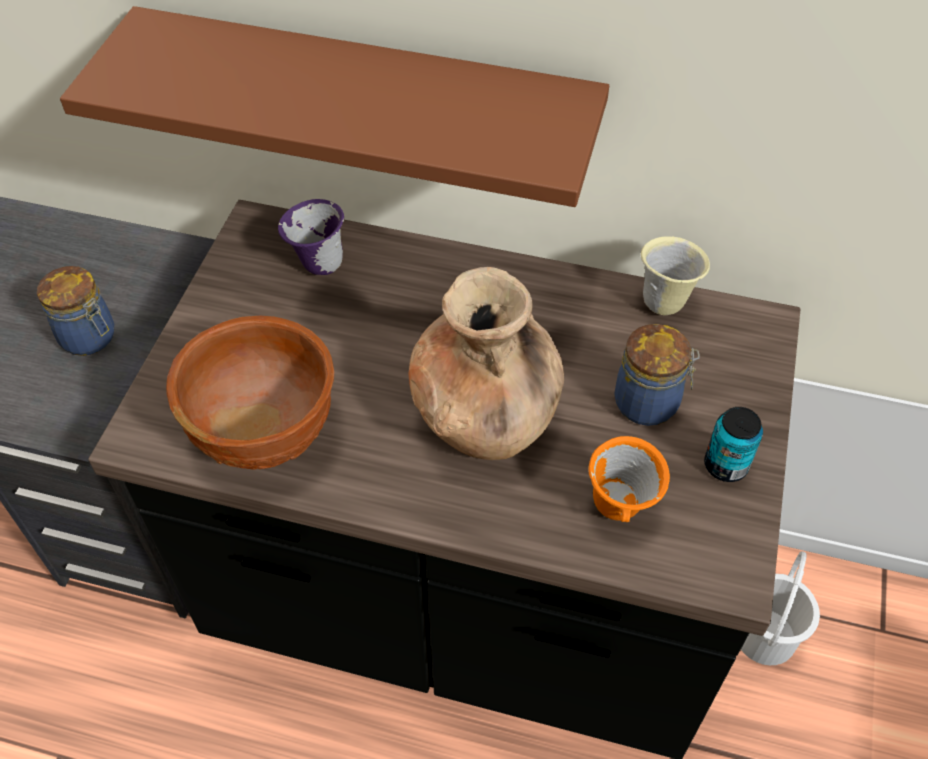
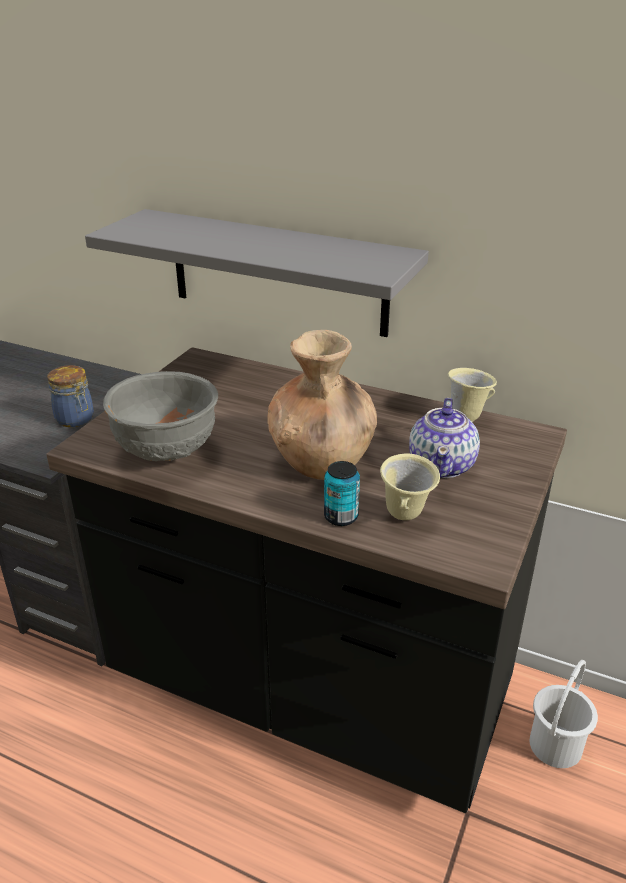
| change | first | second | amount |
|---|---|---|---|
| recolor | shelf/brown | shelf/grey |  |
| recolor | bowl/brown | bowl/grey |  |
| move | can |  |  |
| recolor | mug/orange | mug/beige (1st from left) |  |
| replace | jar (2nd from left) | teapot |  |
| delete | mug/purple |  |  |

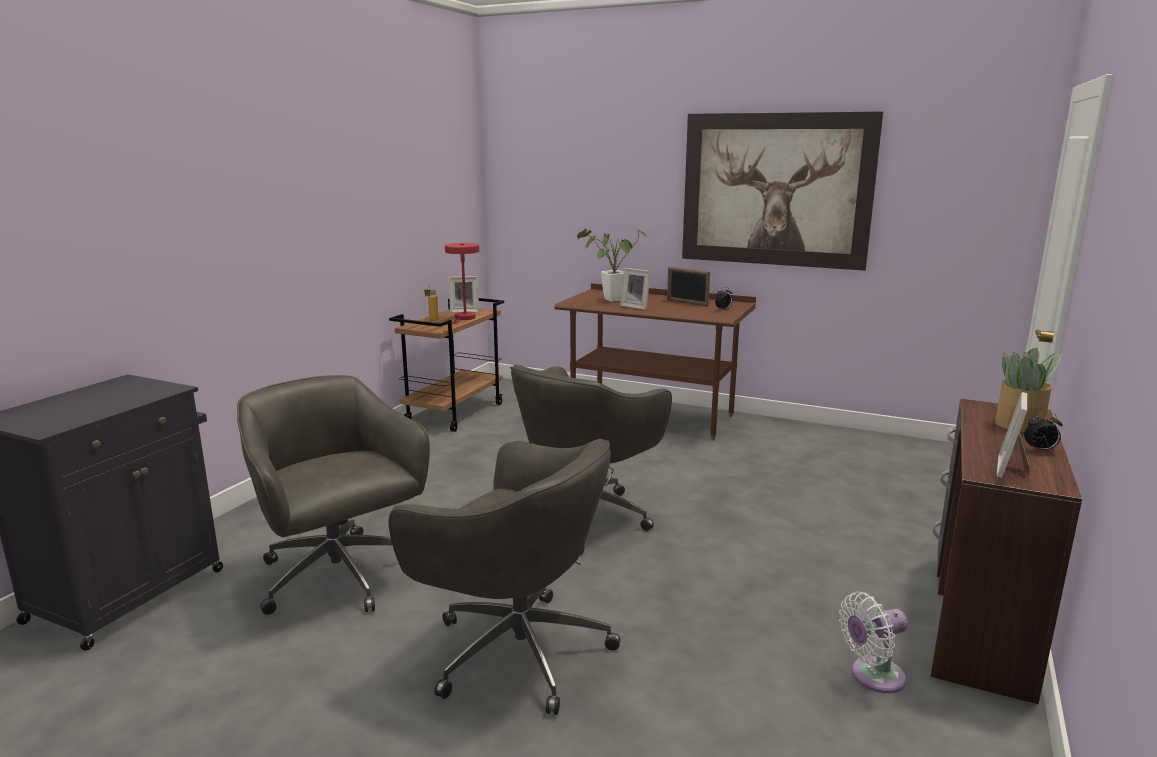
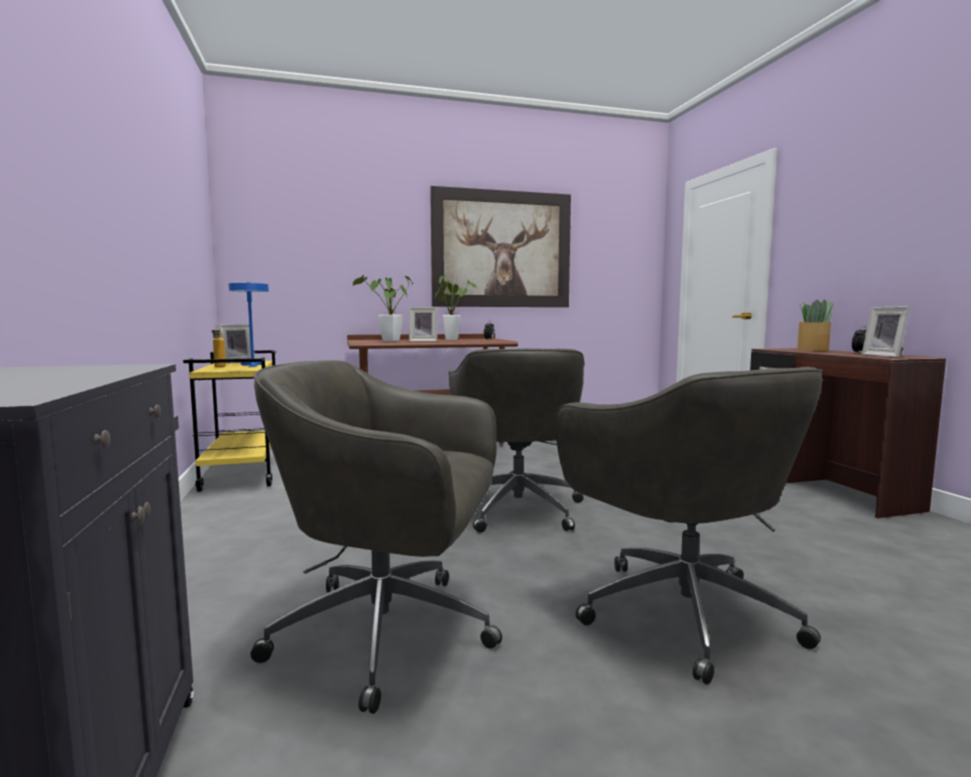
| change | first | second | amount |
|---|---|---|---|
| recolor | cart/brown | cart/yellow |  |
| recolor | table lamp/red | table lamp/blue |  |
| replace | picture frame (3rd from left) | potted plant (2nd from left) |  |
| rotate | office chair/grey (2nd from left in the first image) | office chair/grey (3rd from left) | 75 degrees clockwise |
| delete | fan/white |  |  |

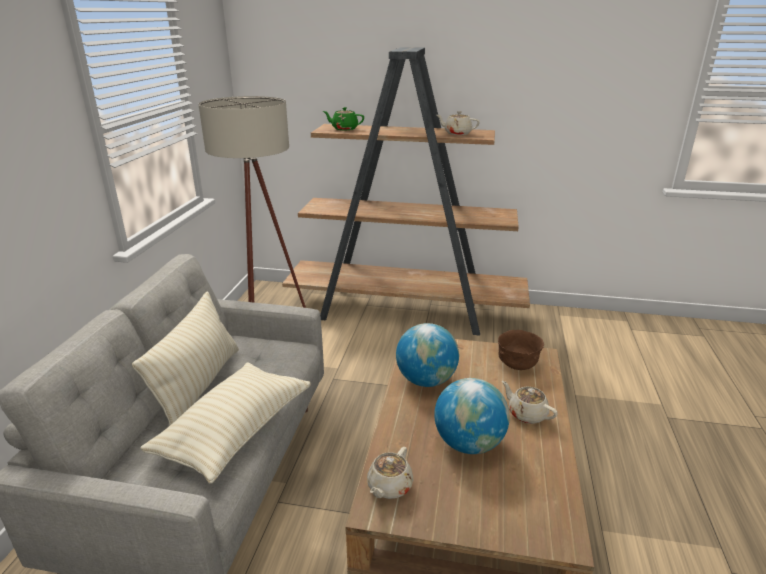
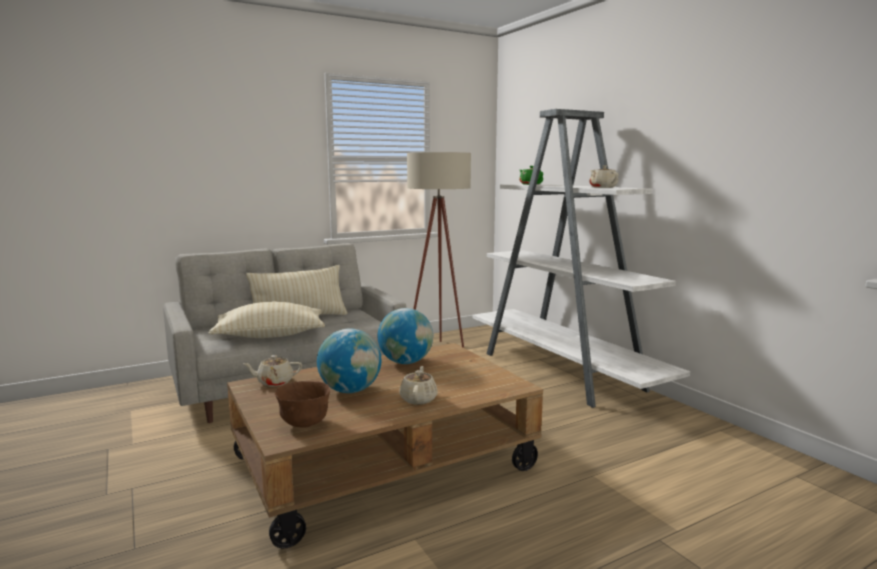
| change | first | second | amount |
|---|---|---|---|
| move | bowl/brown |  |  |
| recolor | bookcase/brown | bookcase/white |  |

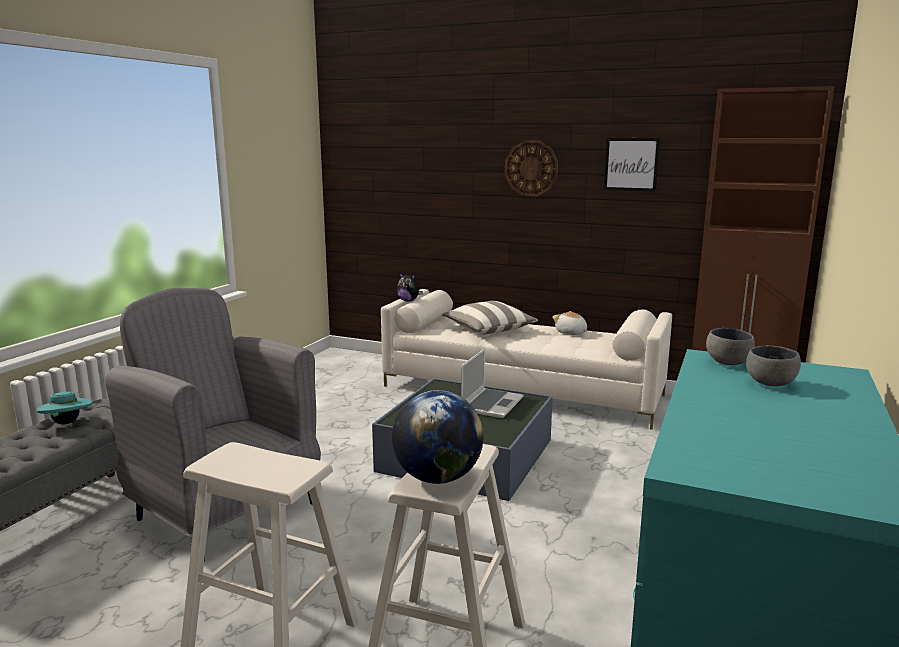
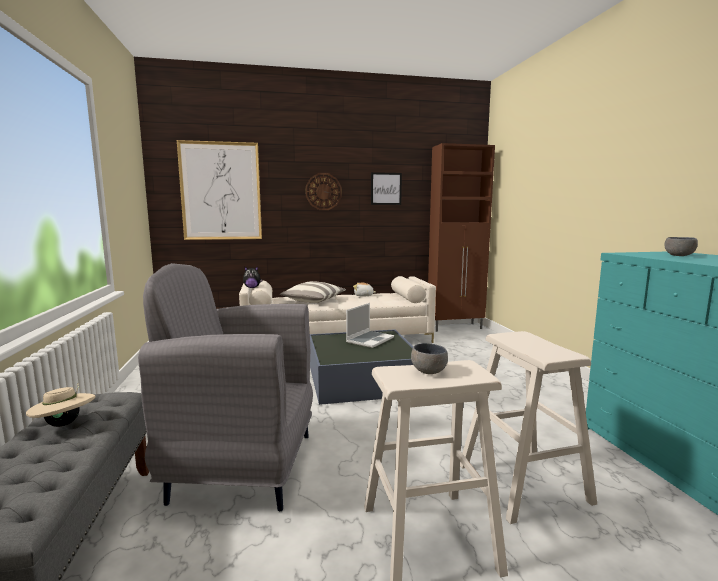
| change | first | second | amount |
|---|---|---|---|
| recolor | hat/turquoise | hat/beige |  |
| insert |  | picture (1st from left) |  |
| rotate | laptop |  | 45 degrees clockwise |
| move | bowl/grey (1st from left) |  |  |
| delete | globe |  |  |

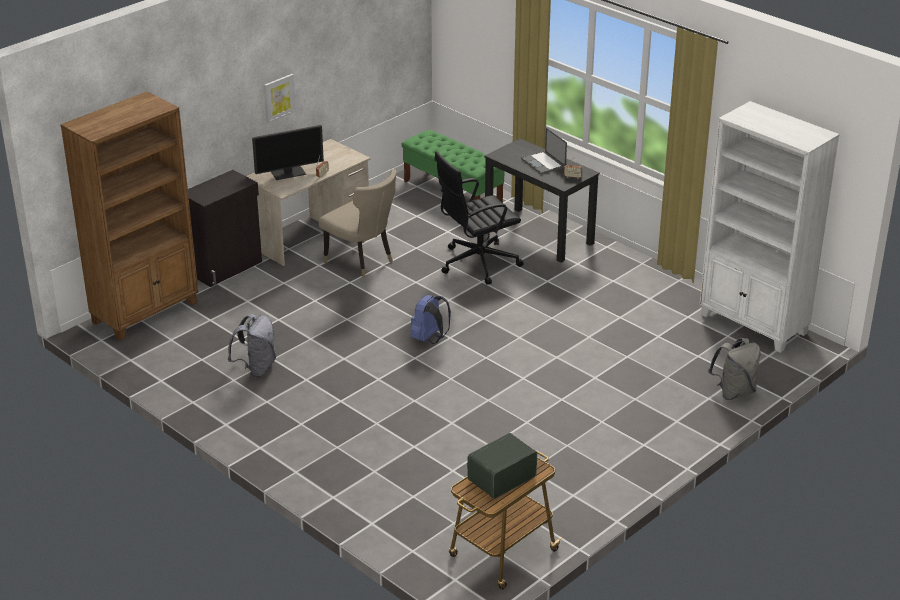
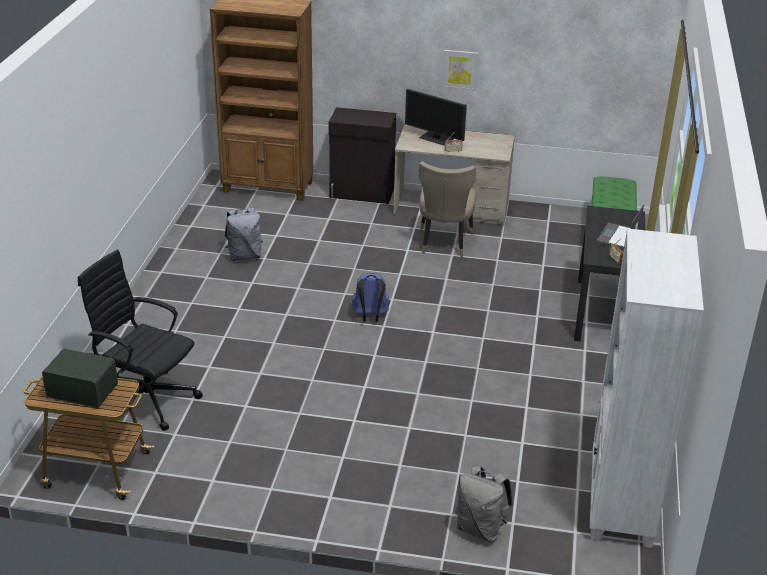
| change | first | second | amount |
|---|---|---|---|
| move | office chair/black |  |  |

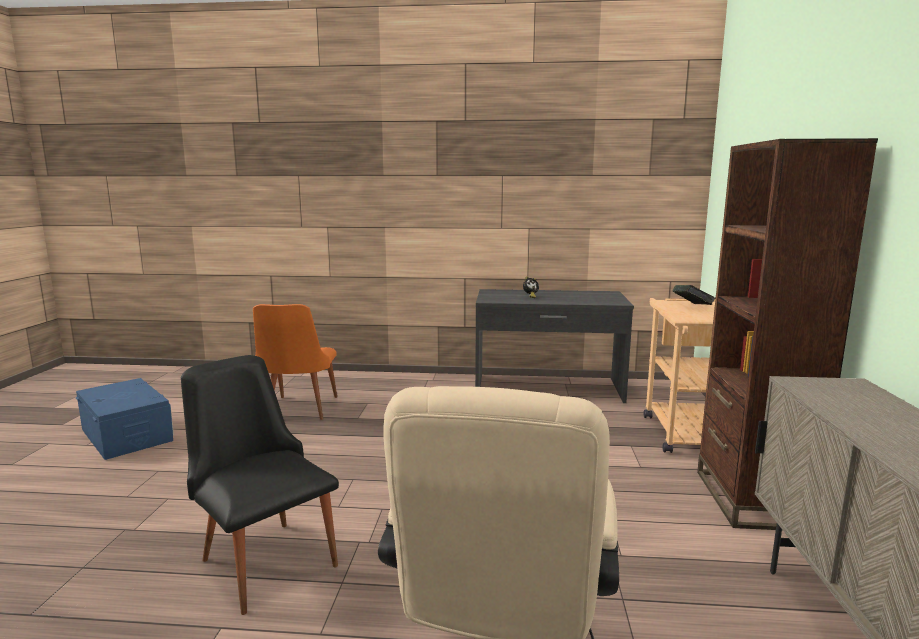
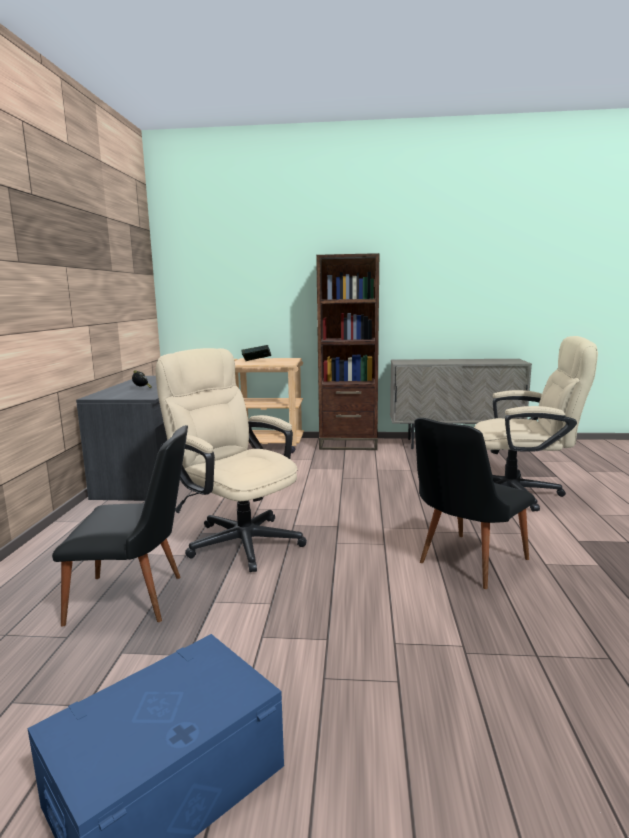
| change | first | second | amount |
|---|---|---|---|
| recolor | chair/orange | chair/black (1st from left) |  |
| insert |  | office chair/beige (1st from left) |  |

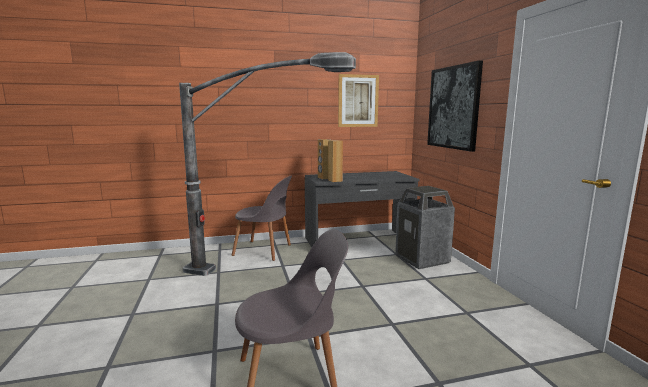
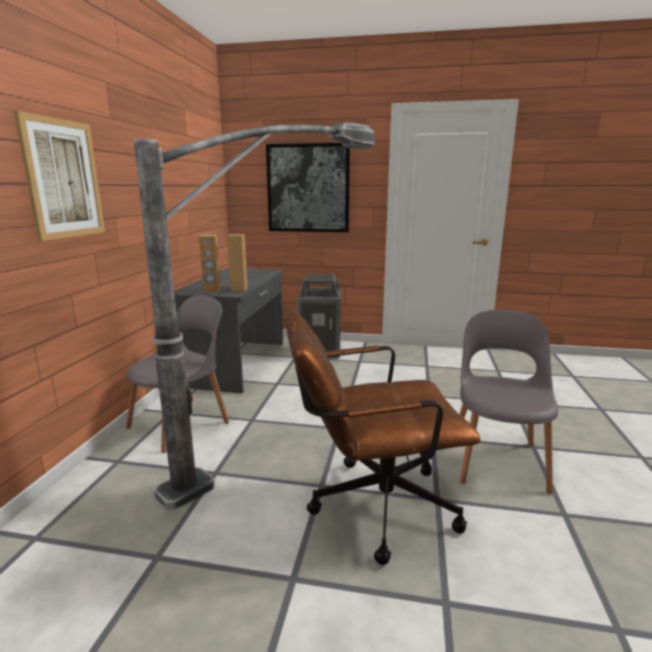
| change | first | second | amount |
|---|---|---|---|
| move | picture (1st from left) |  |  |
| insert |  | office chair/brown |  |

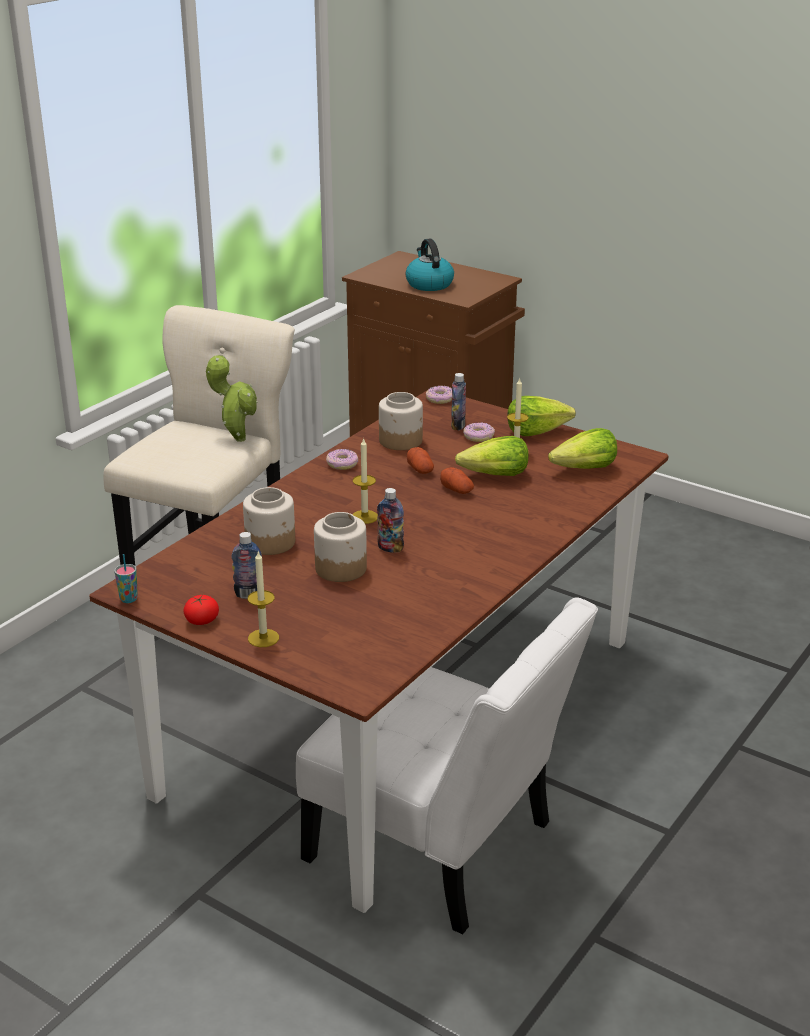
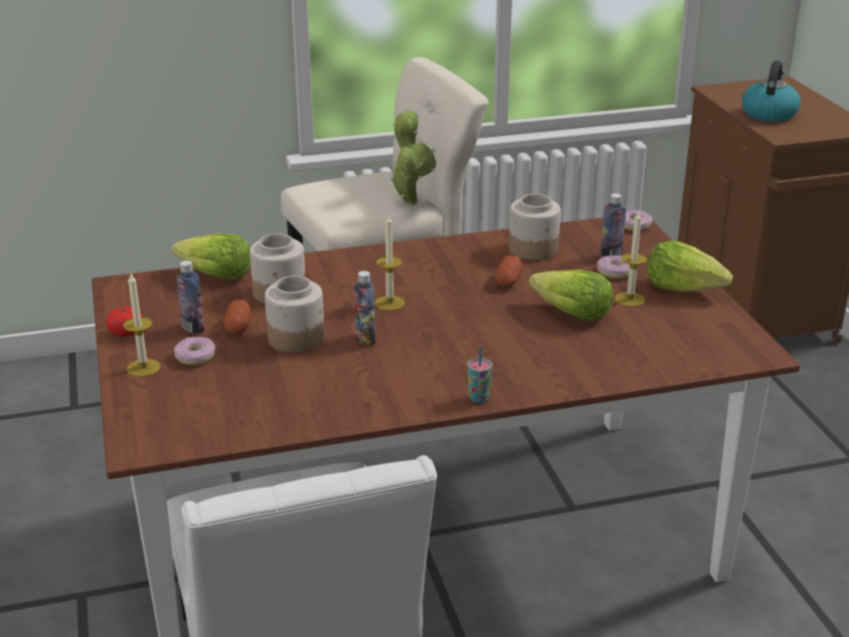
| change | first | second | amount |
|---|---|---|---|
| move | lettuce (3rd from left in the first image) | lettuce (1st from left) |  |
| move | donut (1st from left) |  |  |
| move | potato (2nd from left in the first image) | potato (1st from left) |  |
| move | cup |  |  |

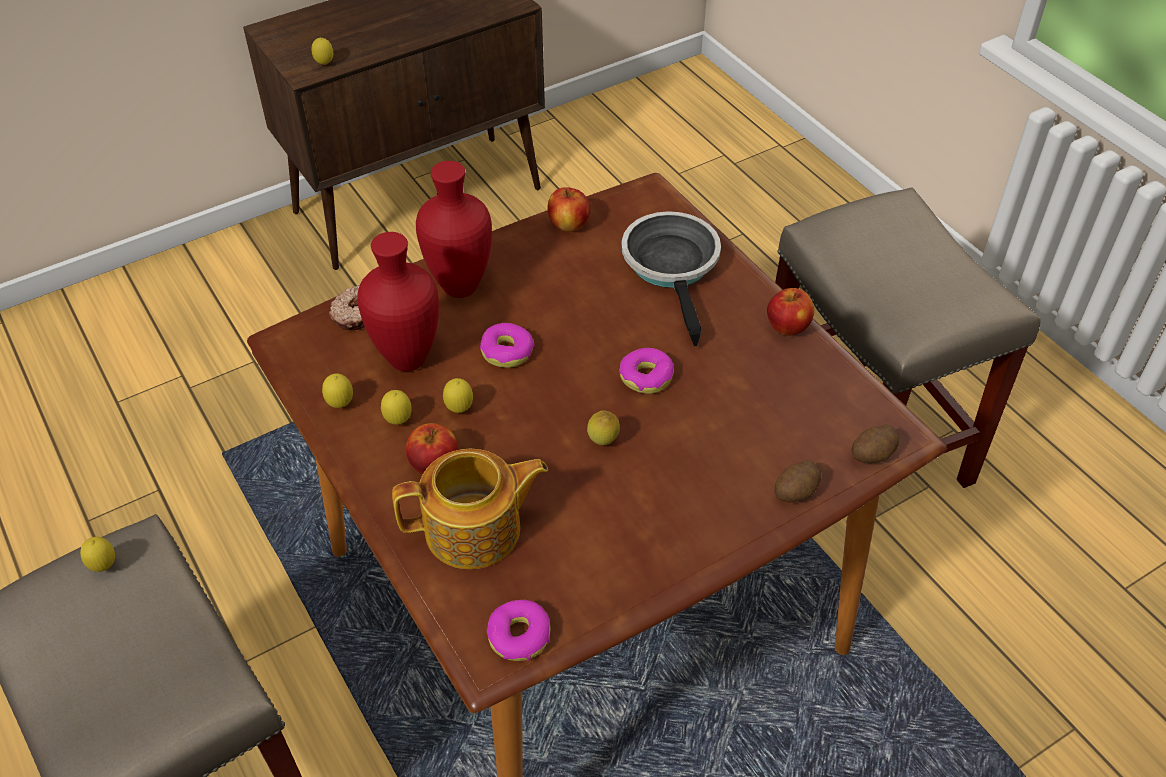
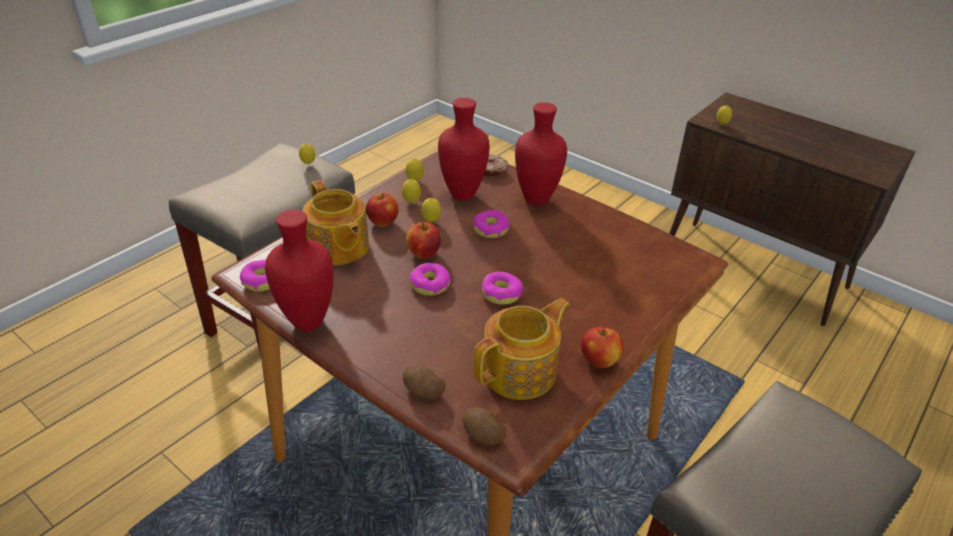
| change | first | second | amount |
|---|---|---|---|
| insert |  | vase/red (1st from left) |  |
| move | apple (2nd from left) |  |  |
| replace | lemon (6th from left) | donut (2nd from left) |  |
| insert |  | teapot (2nd from left) |  |
| delete | frying pan |  |  |

